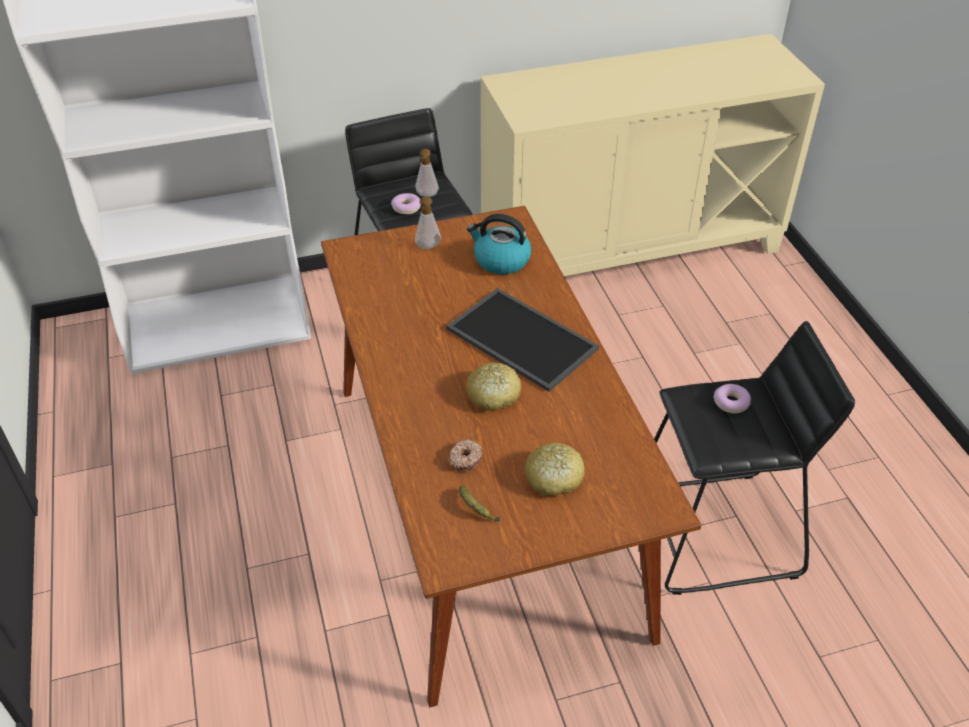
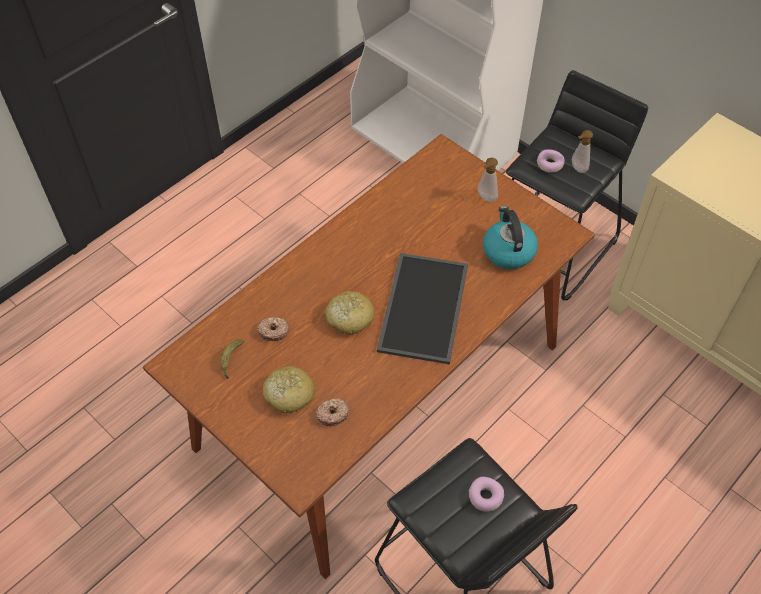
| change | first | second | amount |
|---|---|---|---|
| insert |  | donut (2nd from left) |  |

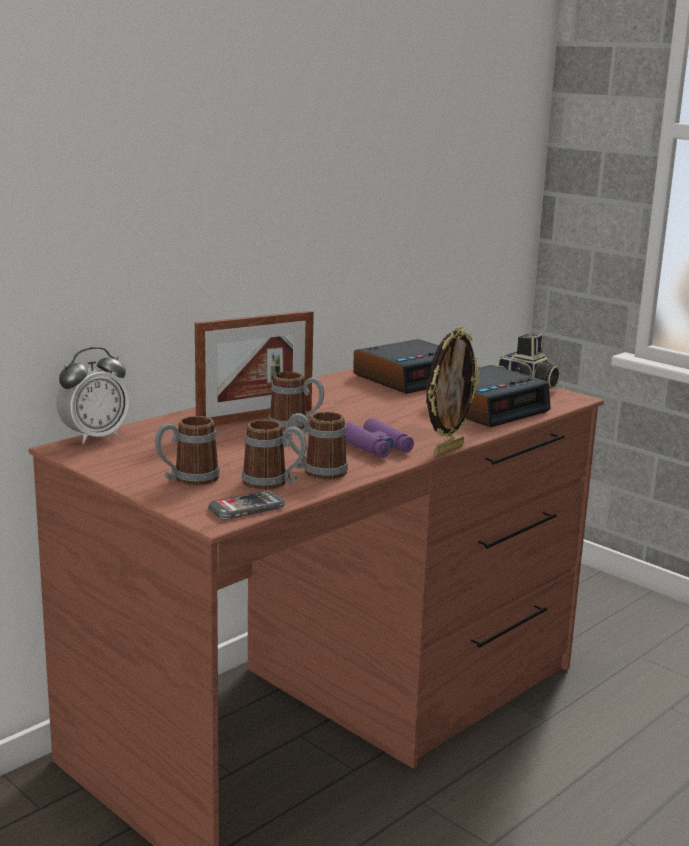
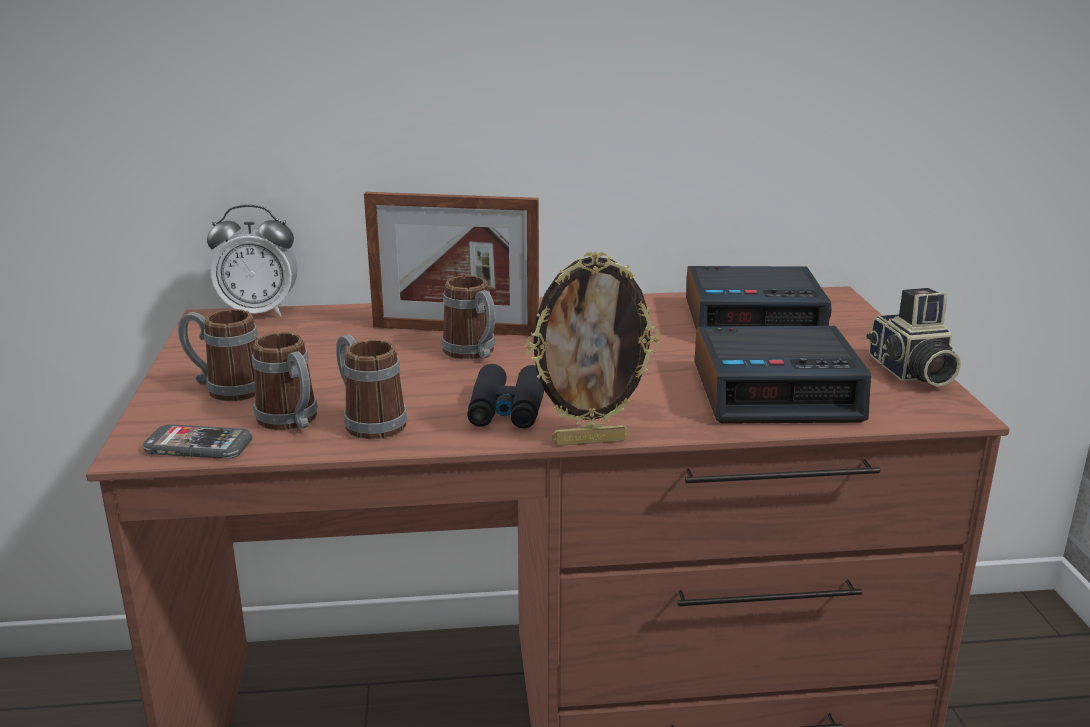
| change | first | second | amount |
|---|---|---|---|
| recolor | binoculars/purple | binoculars/black |  |

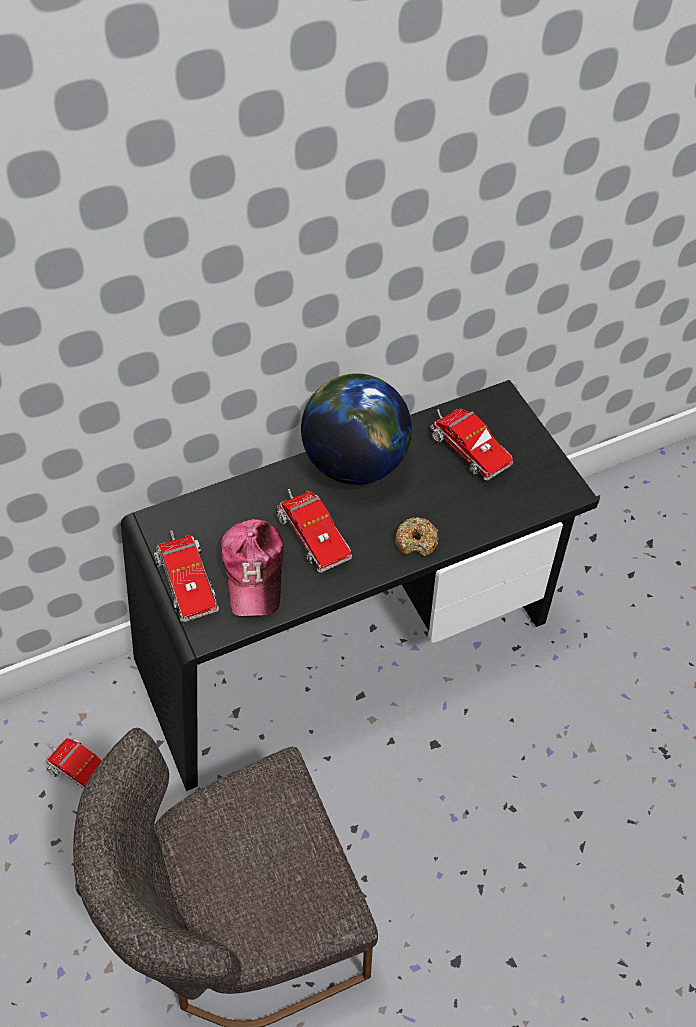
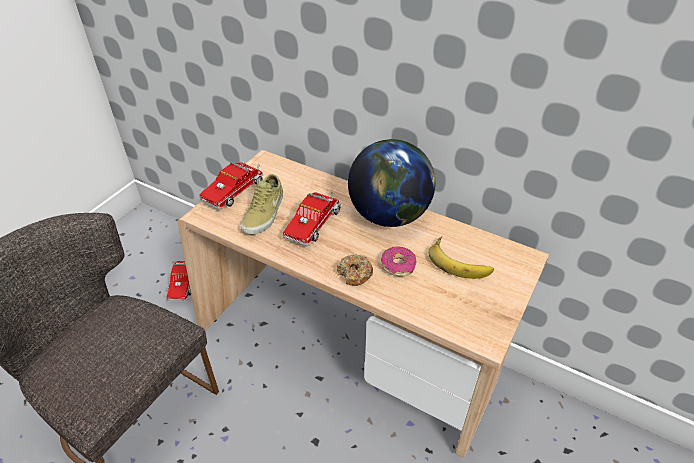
| change | first | second | amount |
|---|---|---|---|
| recolor | desk/black | desk/beige |  |
| replace | cap | shoe/beige |  |
| insert |  | donut (2nd from left) |  |
| replace | toy truck (4th from left) | banana |  |

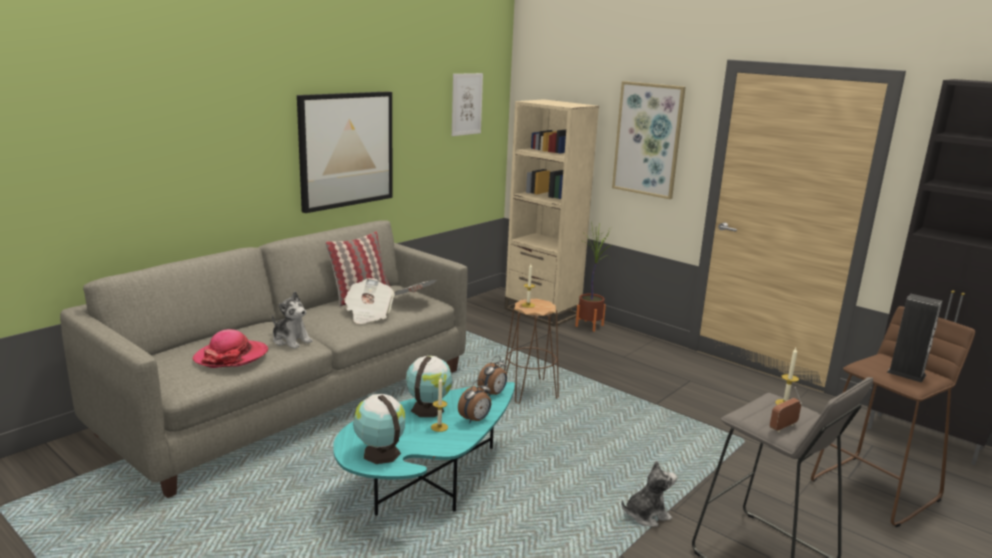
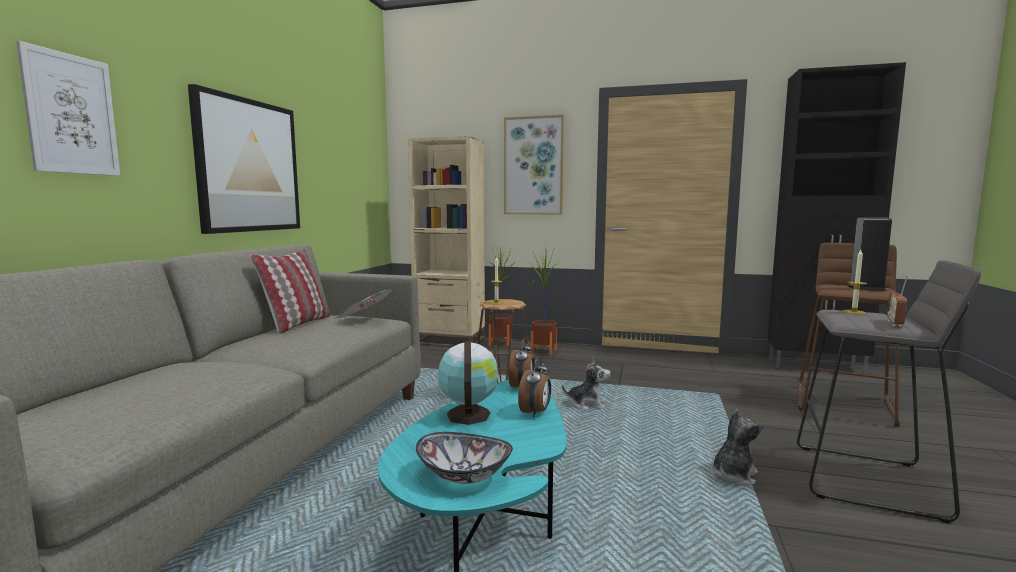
| change | first | second | amount |
|---|---|---|---|
| move | picture (2nd from left in the first image) | picture (1st from left) |  |
| replace | globe (1st from left) | bowl |  |
| insert |  | potted plant (2nd from left) |  |
| move | plush toy (1st from left) |  |  |
| delete | hat |  |  |
| delete | newspaper (1st from left) |  |  |
| delete | candle (1st from left) |  |  |

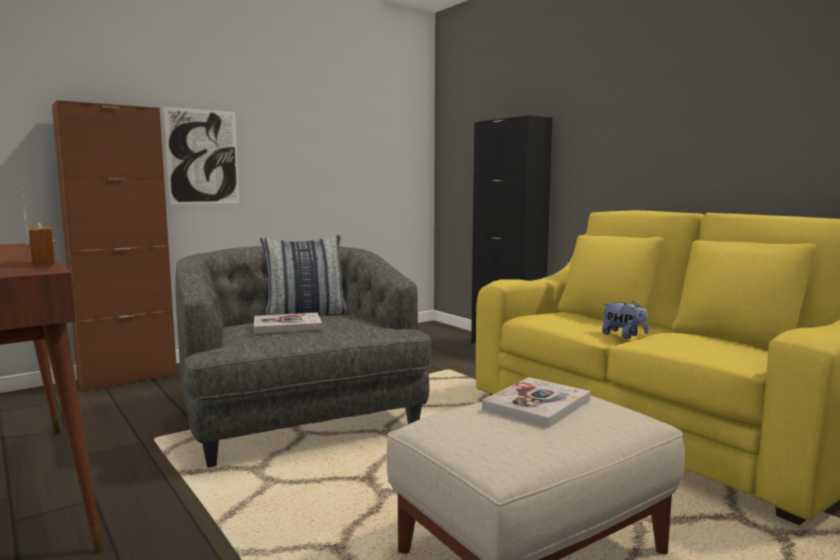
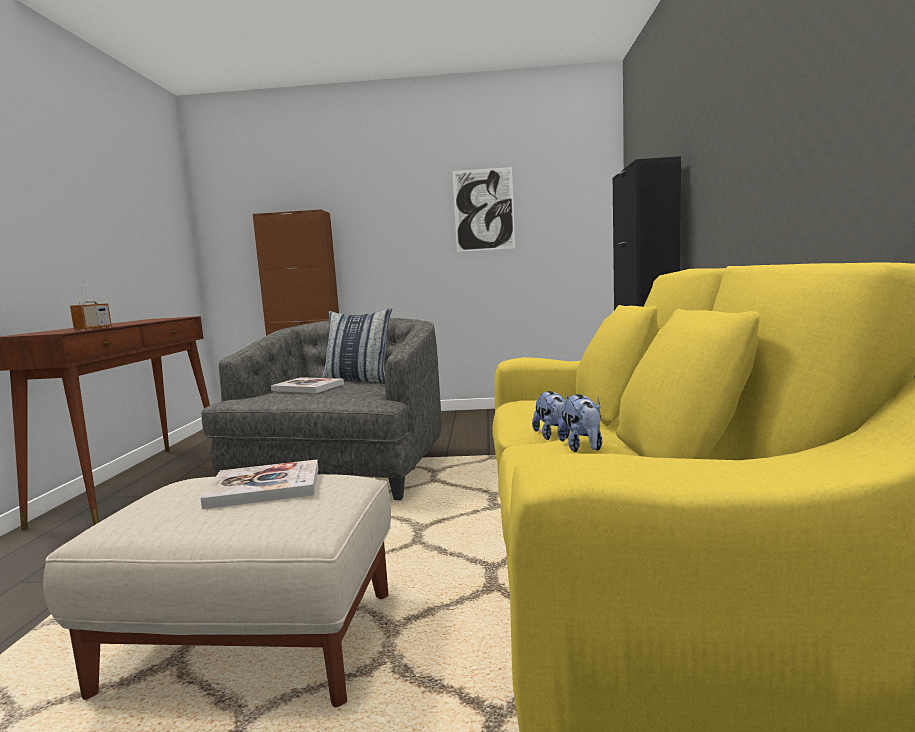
| change | first | second | amount |
|---|---|---|---|
| move | picture |  |  |
| insert |  | plush toy (2nd from left) |  |

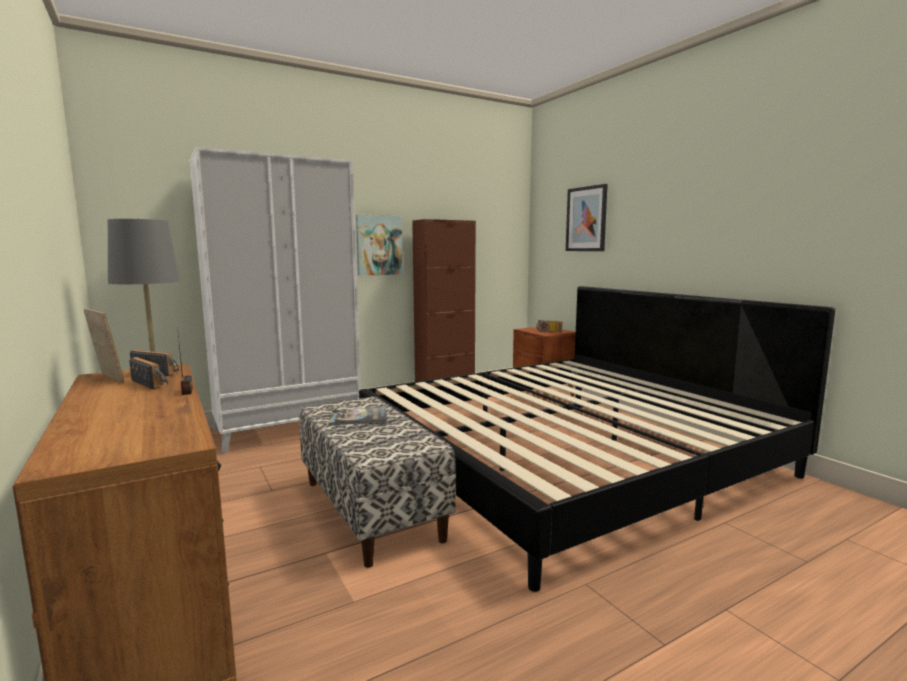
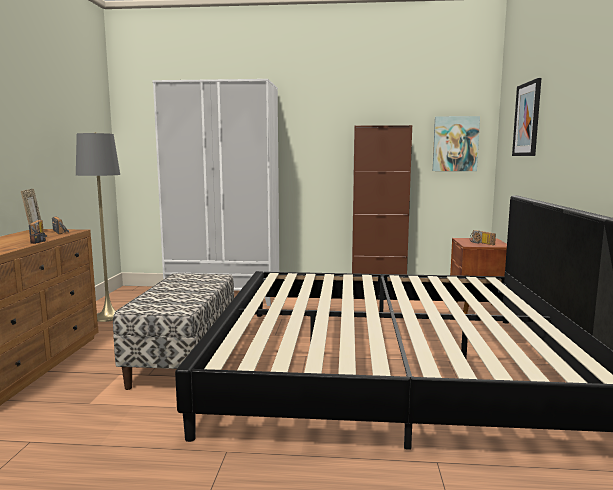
| change | first | second | amount |
|---|---|---|---|
| move | picture (1st from left) |  |  |
| delete | book |  |  |

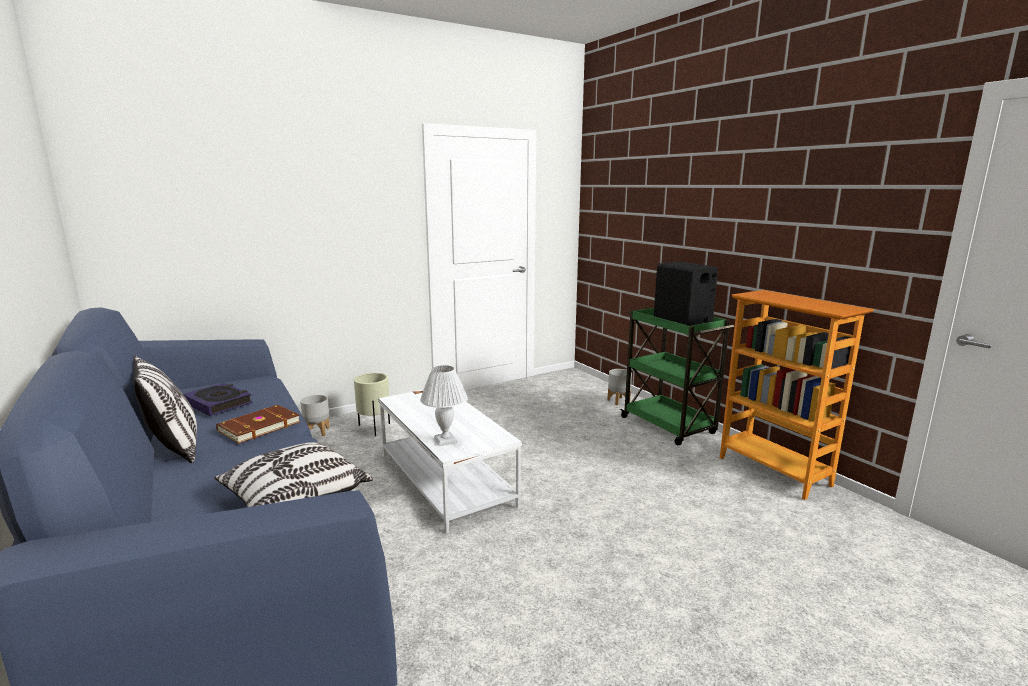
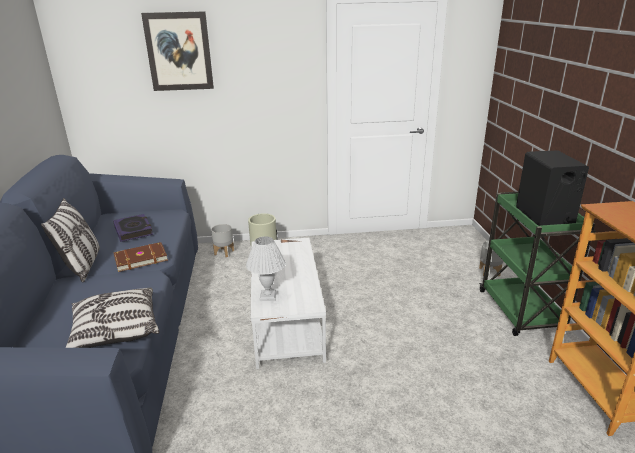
| change | first | second | amount |
|---|---|---|---|
| insert |  | picture |  |

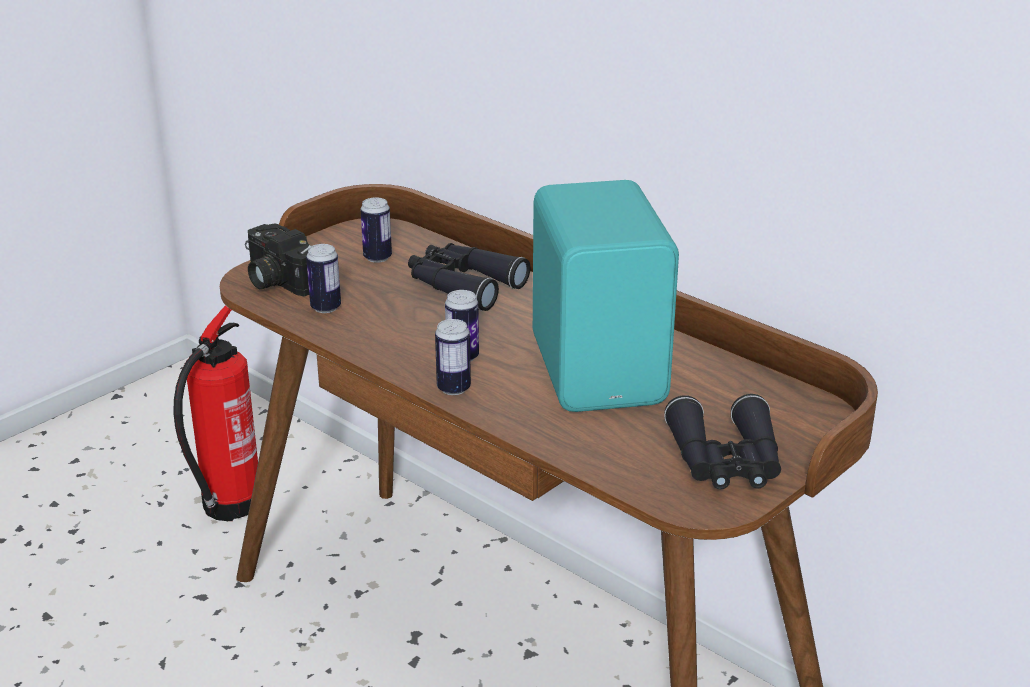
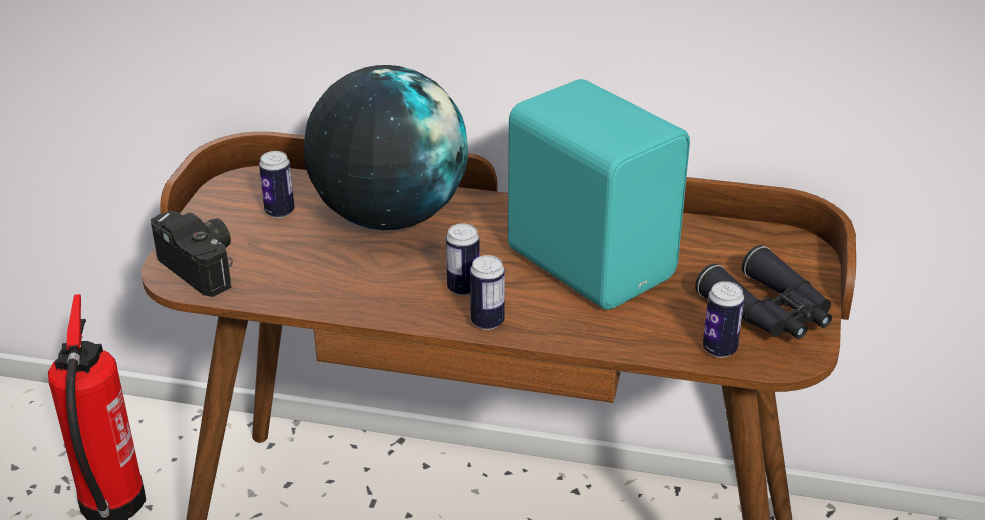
| change | first | second | amount |
|---|---|---|---|
| rotate | photo camera |  | 150 degrees counterclockwise |
| replace | binoculars/black (1st from left) | globe |  |
| move | can (1st from left in the first image) | can (4th from left) |  |

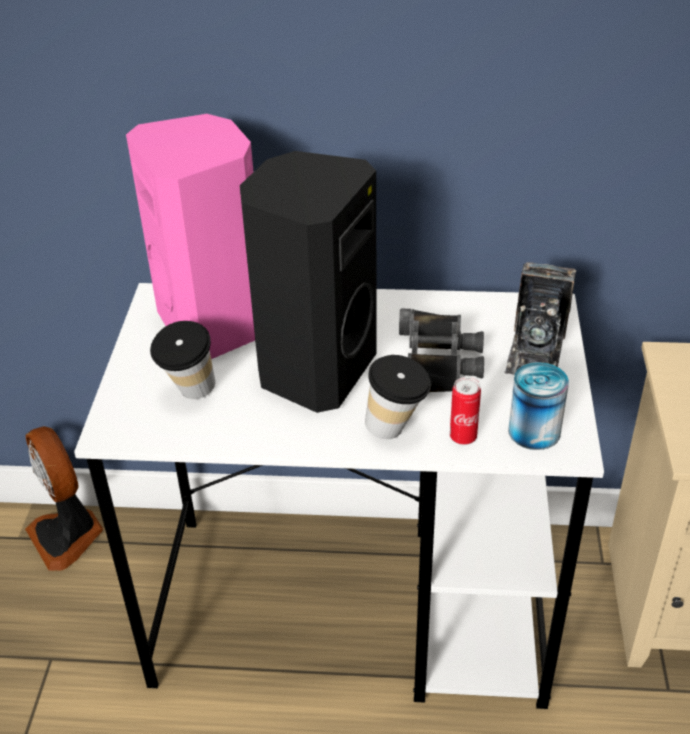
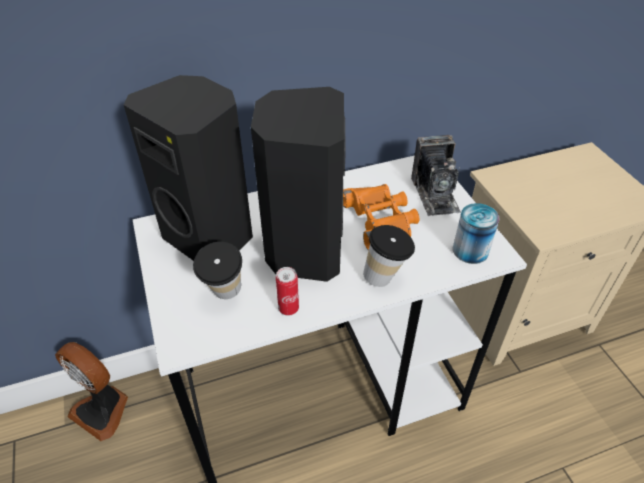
| change | first | second | amount |
|---|---|---|---|
| recolor | speaker/pink | speaker/black (1st from left) |  |
| move | can (1st from left) |  |  |
| recolor | binoculars/black | binoculars/orange |  |

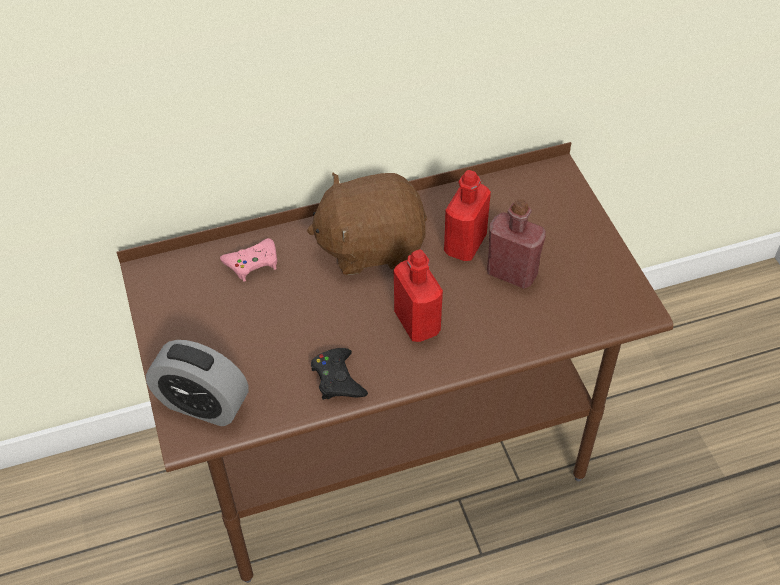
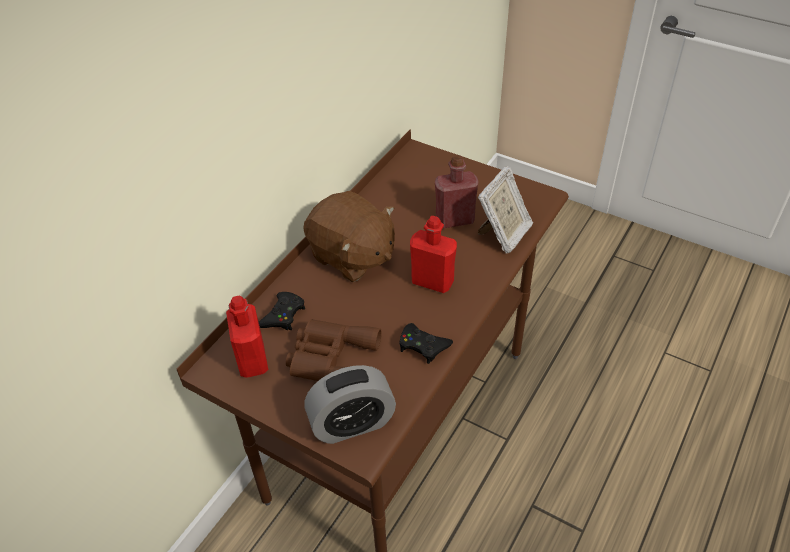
| change | first | second | amount |
|---|---|---|---|
| move | bottle/red (2nd from left in the first image) | bottle/red (1st from left) |  |
| recolor | game controller/pink | game controller/black (1st from left) |  |
| insert |  | binoculars/brown |  |
| rotate | plush toy/brown |  | 90 degrees counterclockwise |
| insert |  | picture frame |  |

